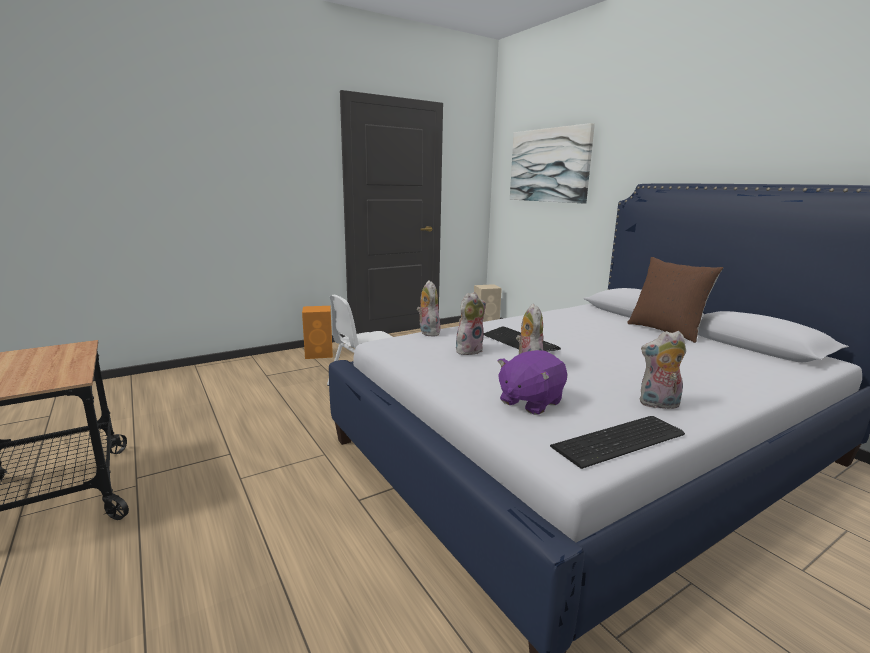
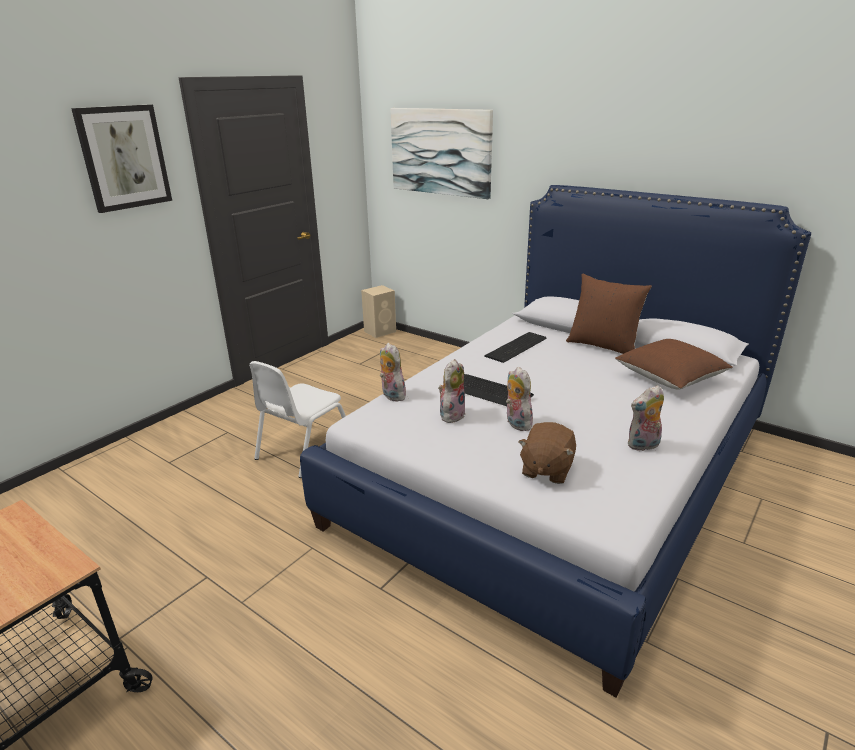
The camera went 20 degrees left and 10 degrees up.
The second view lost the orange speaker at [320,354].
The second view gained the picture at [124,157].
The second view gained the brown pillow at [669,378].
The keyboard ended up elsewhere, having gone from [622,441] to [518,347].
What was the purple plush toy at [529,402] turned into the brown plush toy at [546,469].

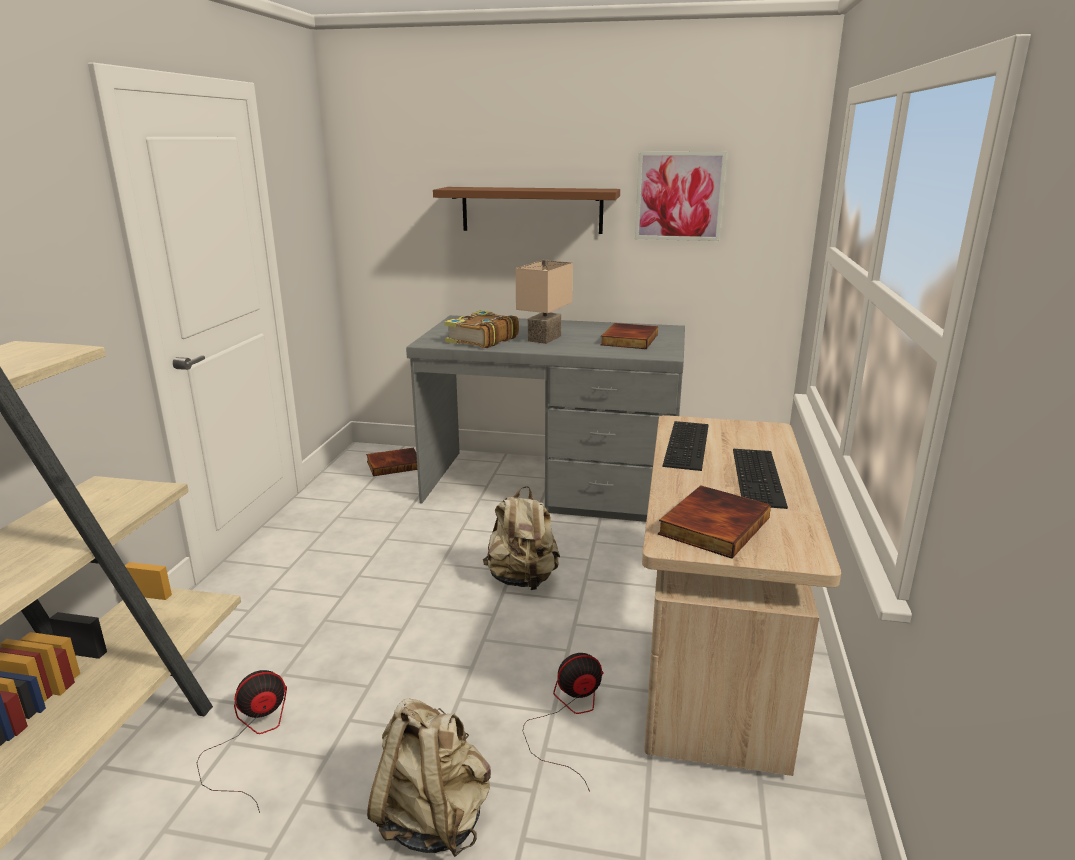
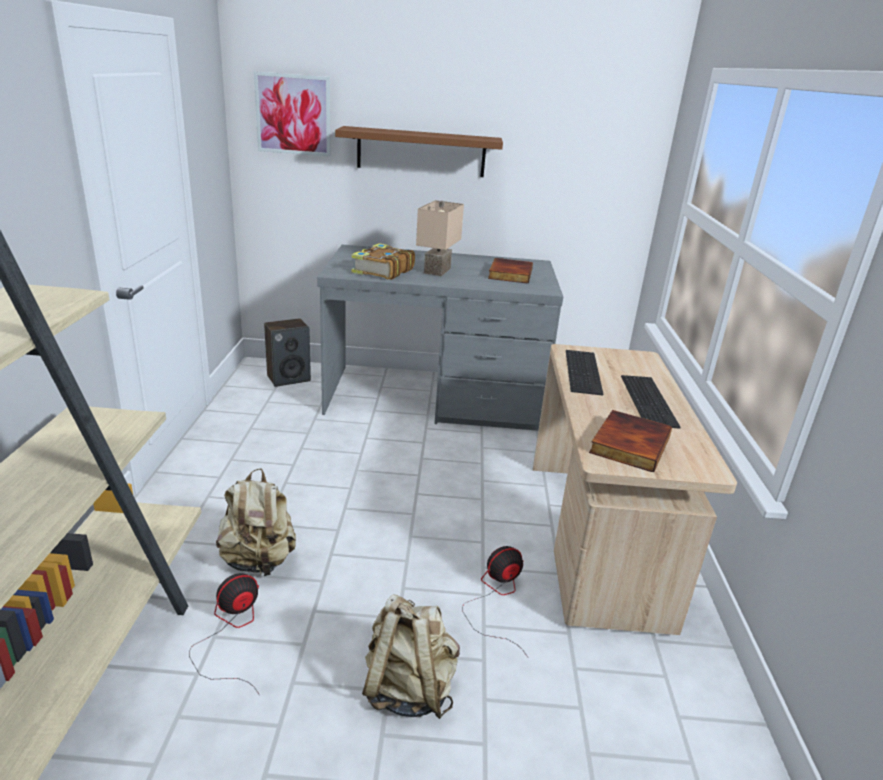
The camera went 10 degrees left and 5 degrees up.
The beige backpack ended up elsewhere, having gone from [522,579] to [259,561].
The picture ended up elsewhere, having gone from [679,196] to [293,114].
Where the book stood at [394,464], the speaker came to stand at [289,378].

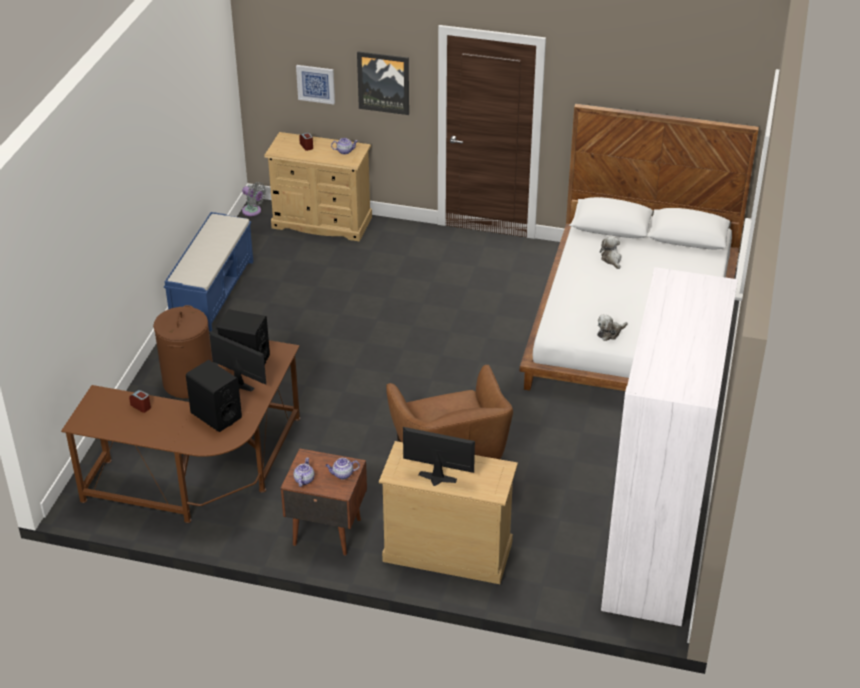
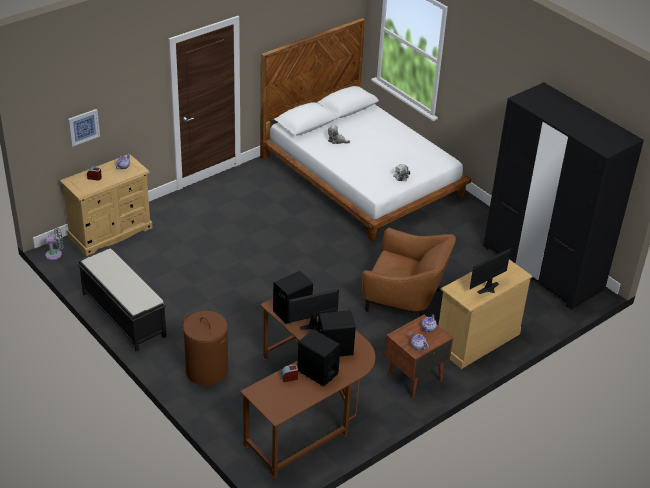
The camera went 55 degrees left and 0 degrees up.
The second view lost the picture at [383,82].
The second view gained the black speaker at [317,372].
What was the blue bench at [213,292] turned into the black bench at [123,314].
What was the white wardrobe at [653,549] turned into the black wardrobe at [542,267].

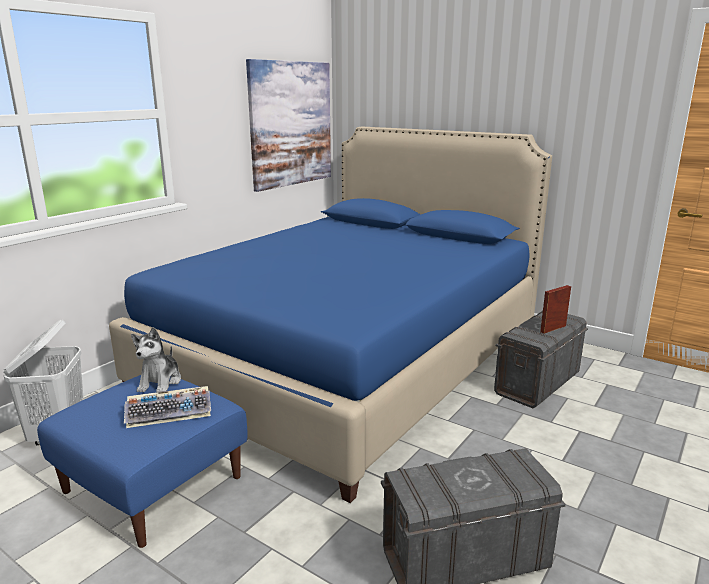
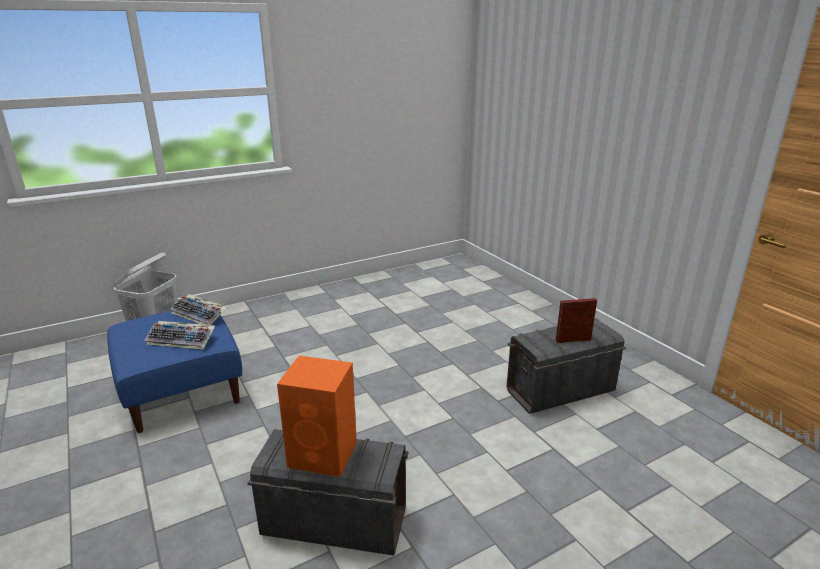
The camera went 25 degrees right and 5 degrees up.
The second view lost the blue bed at [349,359].
The second view lost the picture at [291,124].
The second view gained the orange speaker at [324,455].
Where the plush toy stood at [160,382], the keyboard came to stand at [200,314].

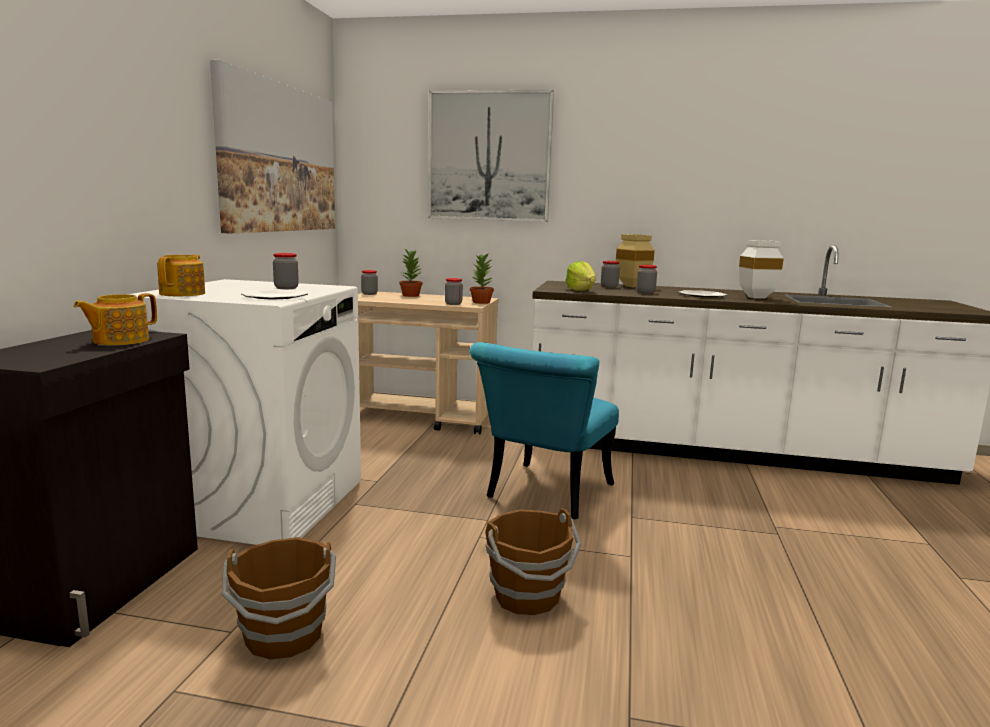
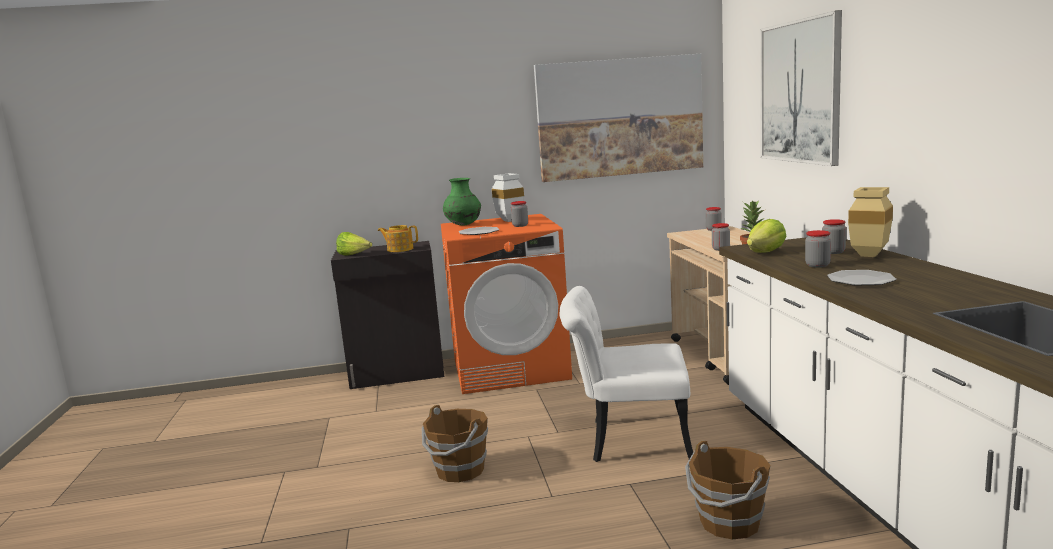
The camera went 70 degrees right and 0 degrees up.
The second view lost the potted plant at [410,295].
The second view gained the lettuce at [354,255].
The brown bucket ended up elsewhere, having gone from [284,637] to [728,523].
The white vase ended up elsewhere, having gone from [755,297] to [508,220].
Where the teapot stood at [183,293], the green vase came to stand at [463,225].
What was the white washing machine at [262,502] turned into the orange washing machine at [511,369].
What was the turquoise chair at [544,496] turned into the white chair at [627,440].

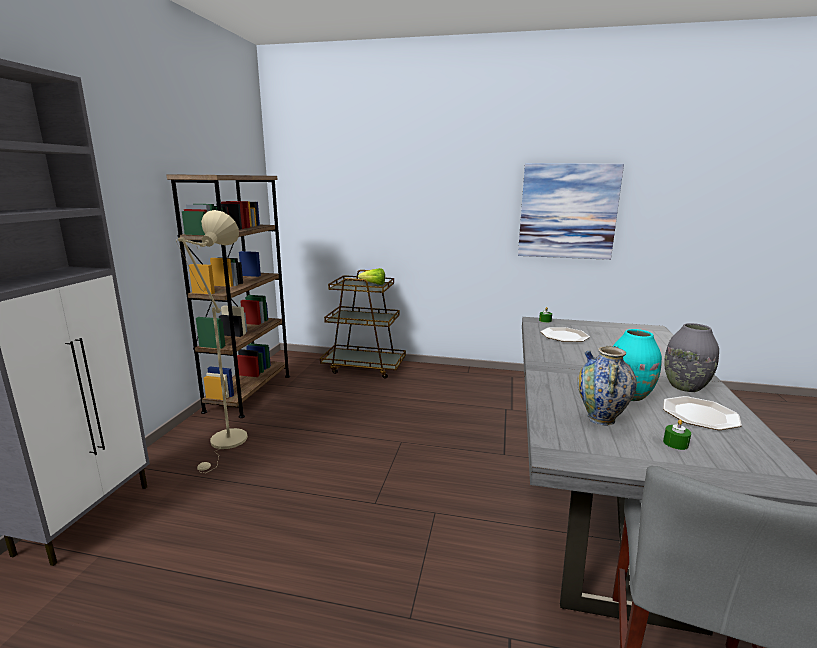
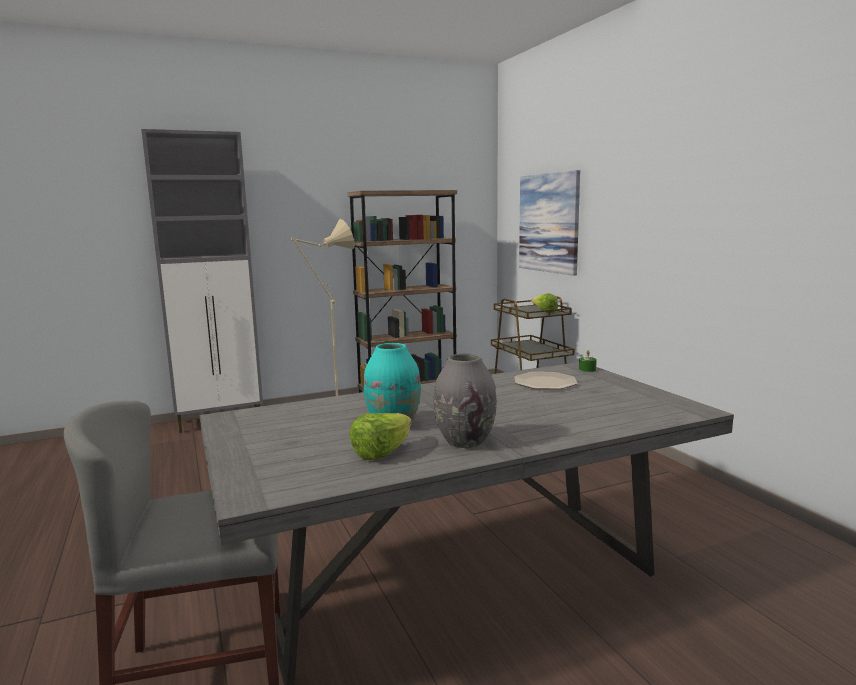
The camera went 55 degrees right and 5 degrees down.
The second view lost the vase at [601,419].
The second view lost the green candle at [675,443].
The picture ended up elsewhere, having gone from [567,211] to [548,223].
Where the plate stood at [700,415], the lettuce came to stand at [382,453].

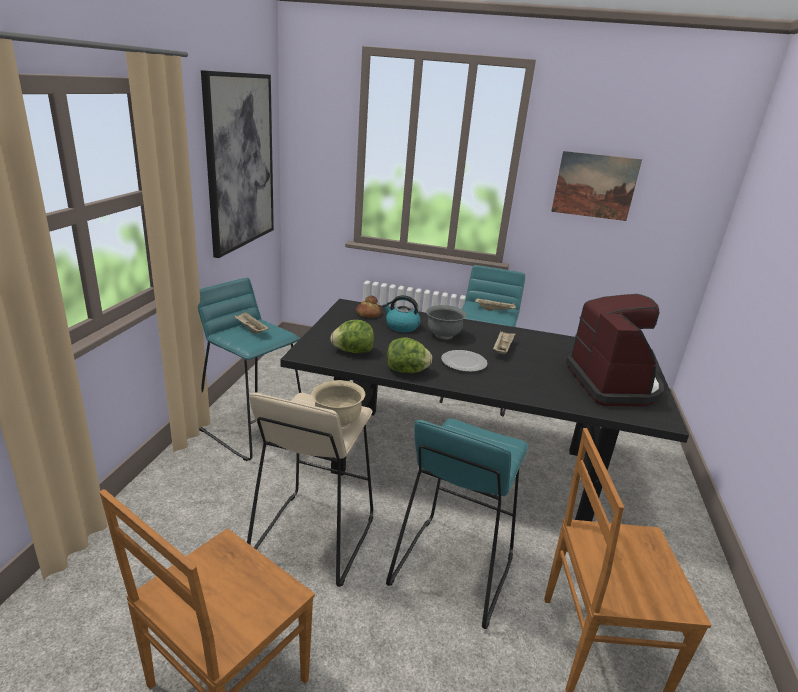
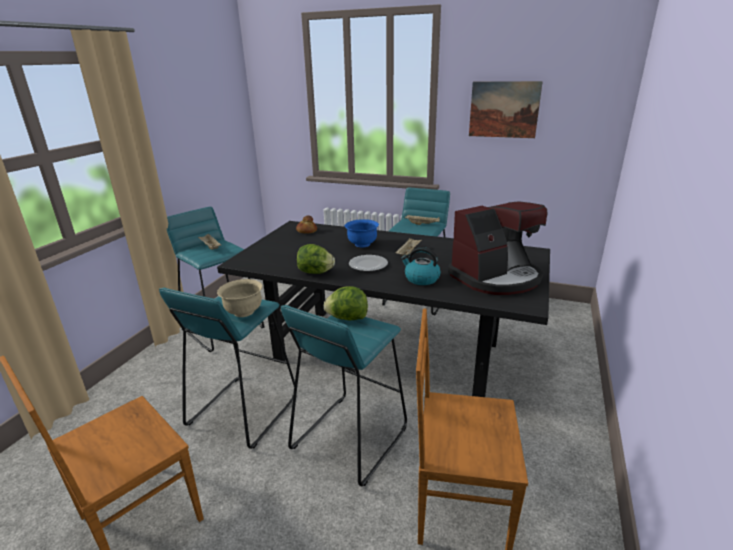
The camera went 10 degrees right and 0 degrees up.
The second view lost the picture at [240,162].
The lettuce ended up elsewhere, having gone from [352,351] to [347,318].
The kettle ended up elsewhere, having gone from [401,326] to [421,279].
What was the beige stool at [312,537] turned into the turquoise stool at [242,410].
What was the grey bowl at [443,335] turned into the blue bowl at [362,244].
The coffee machine at [613,384] ended up facing another way, 60 degrees clockwise from before.

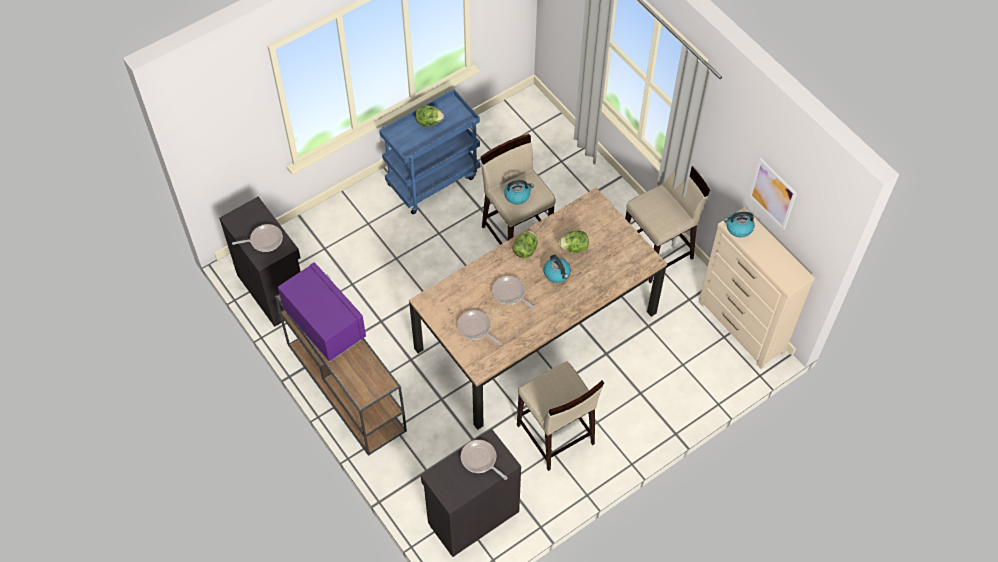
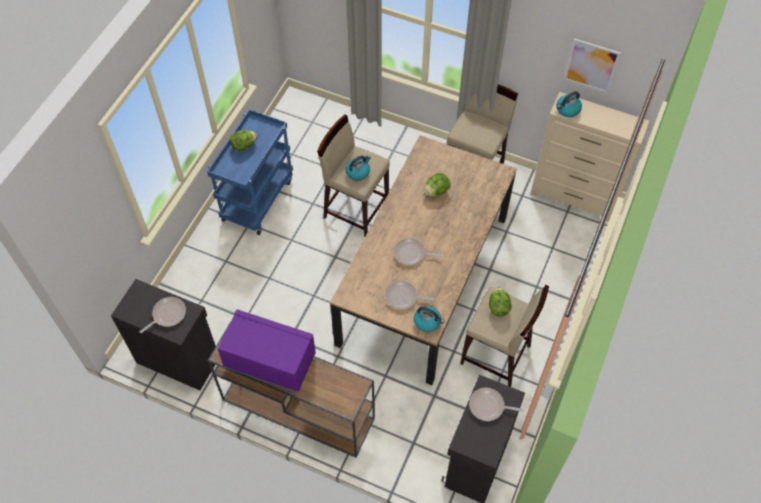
The camera went 30 degrees left and 0 degrees up.
The lettuce ended up elsewhere, having gone from [525,250] to [498,307].
The kettle ended up elsewhere, having gone from [557,273] to [427,322].

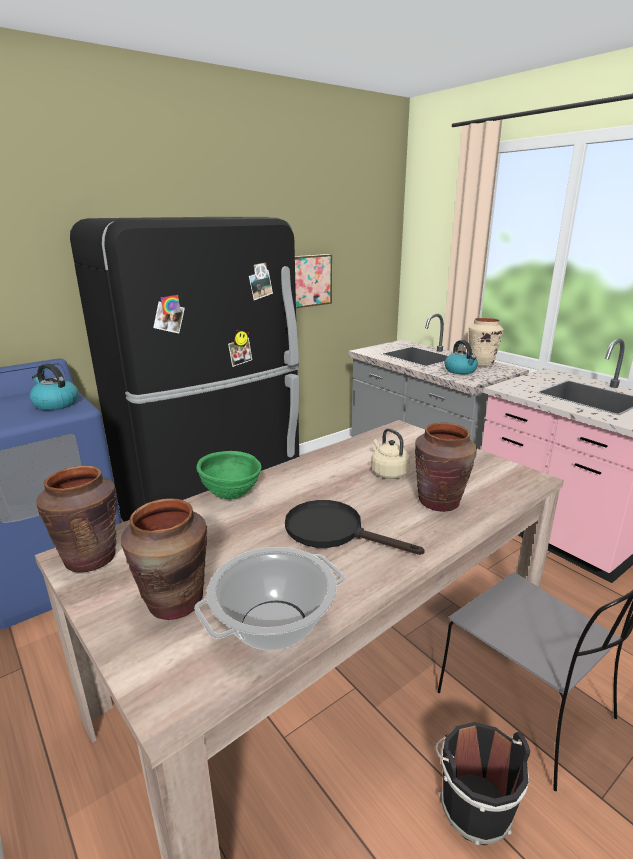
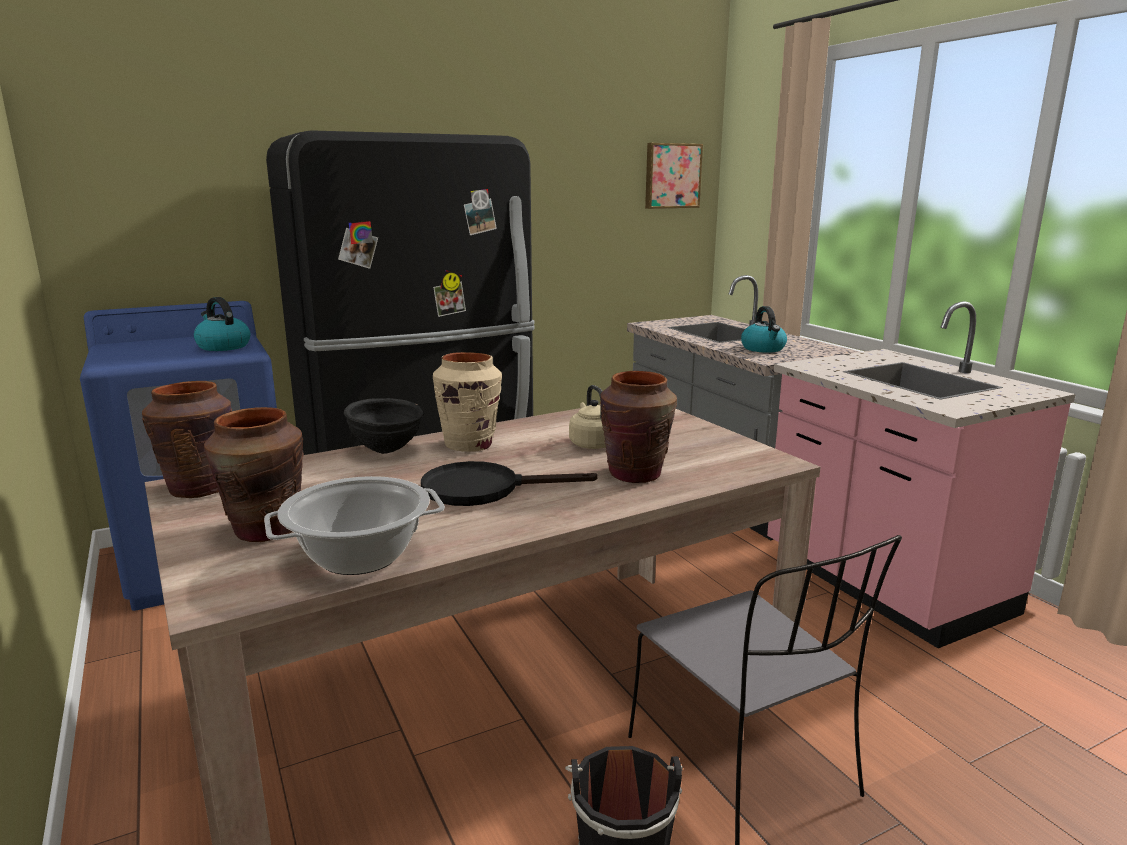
The camera went 10 degrees right and 5 degrees down.
The picture ended up elsewhere, having gone from [309,280] to [671,176].
The beige vase ended up elsewhere, having gone from [481,363] to [469,445].
What was the green bowl at [231,496] turned into the black bowl at [387,451].
The black frying pan at [334,531] ended up facing another way, 45 degrees counterclockwise from before.

